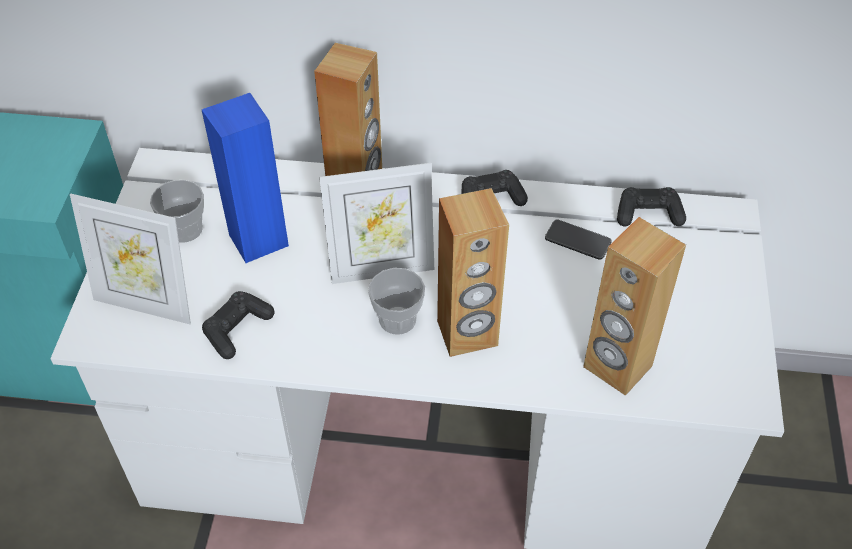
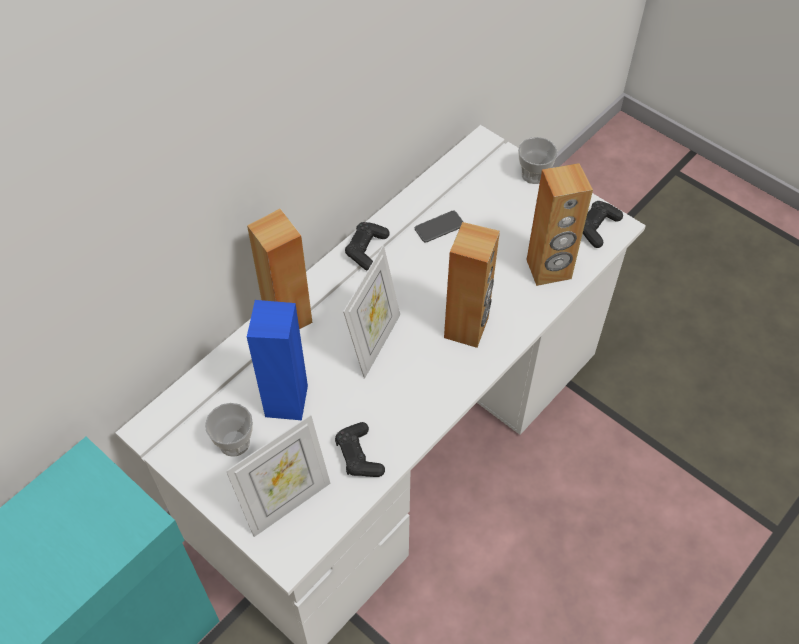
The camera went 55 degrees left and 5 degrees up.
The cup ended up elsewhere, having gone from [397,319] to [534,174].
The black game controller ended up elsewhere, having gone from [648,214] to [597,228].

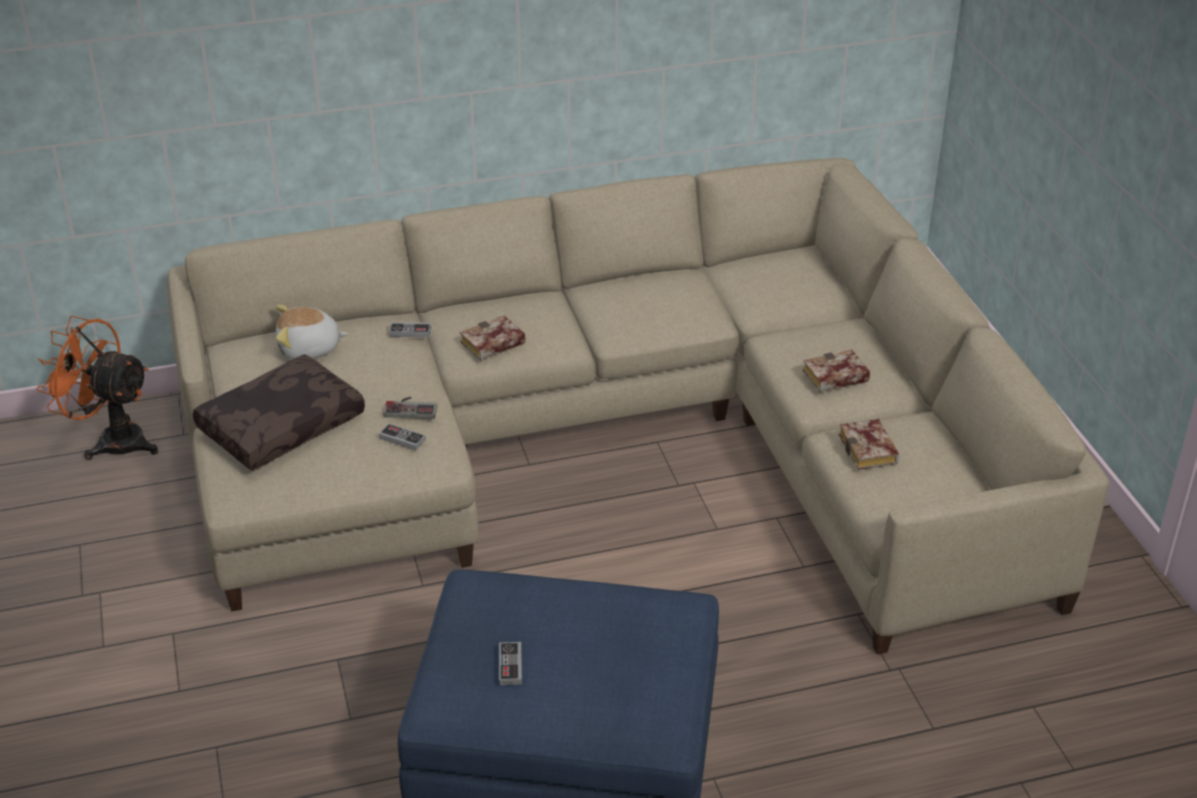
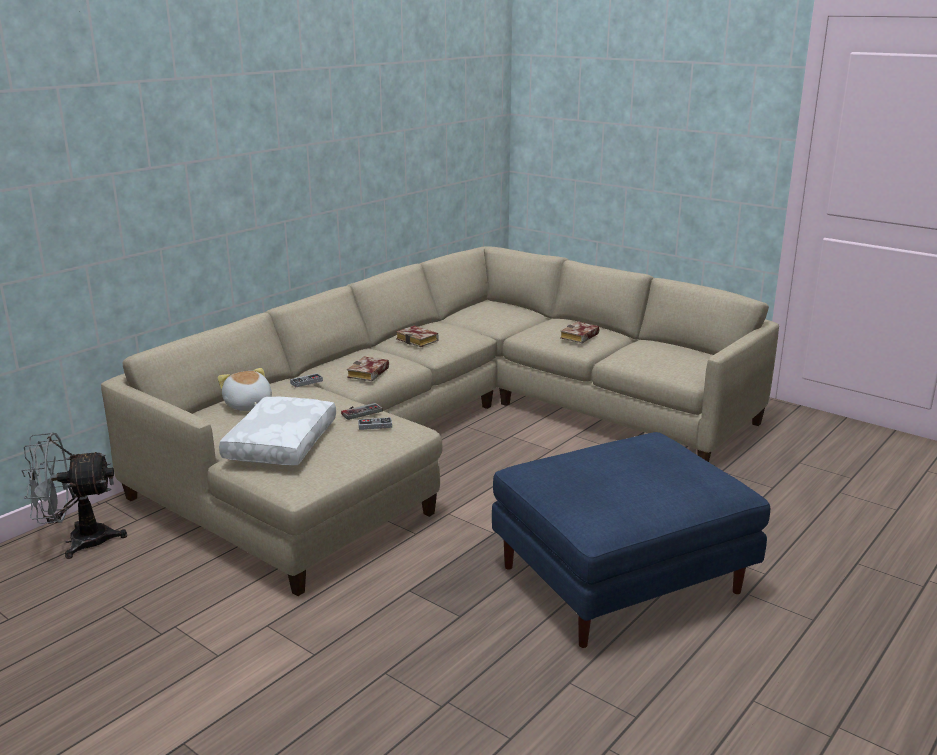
The camera went 35 degrees left and 15 degrees down.
The second view lost the game controller at [510,665].
The book ended up elsewhere, having gone from [870,451] to [419,340].
What was the orange fan at [112,440] turned into the grey fan at [78,541].
What was the brown pillow at [281,424] turned into the white pillow at [280,443].
The plush toy at [309,349] ended up facing another way, 105 degrees clockwise from before.

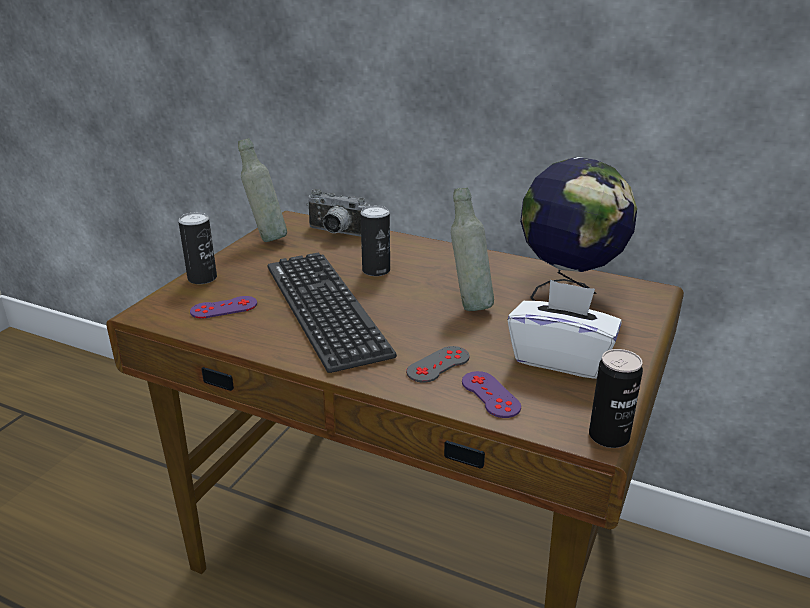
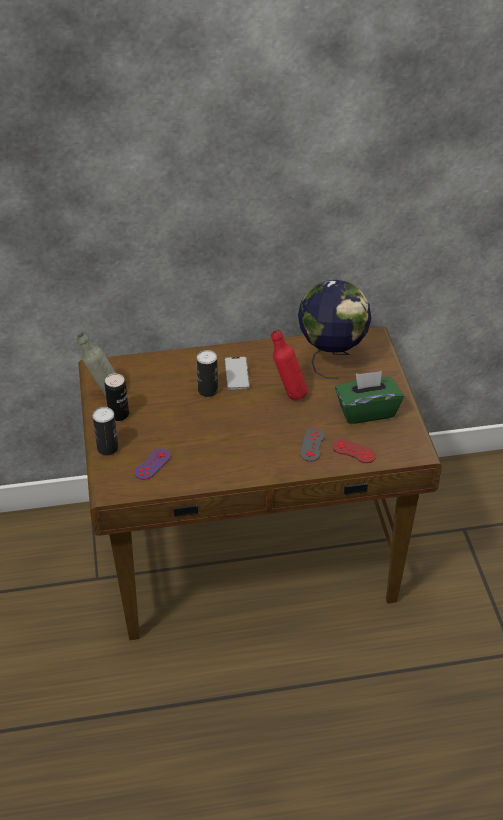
The camera went 35 degrees left and 15 degrees up.
The second view lost the keyboard at [325,309].
The second view lost the photo camera at [336,233].
The second view gained the phone at [236,374].
The can ended up elsewhere, having gone from [608,436] to [118,414].
What was the grey bottle at [469,305] turned into the red bottle at [288,394].
What was the purple game controller at [490,394] turned into the red game controller at [353,451].
What was the white tissue box at [561,358] turned into the green tissue box at [366,411].

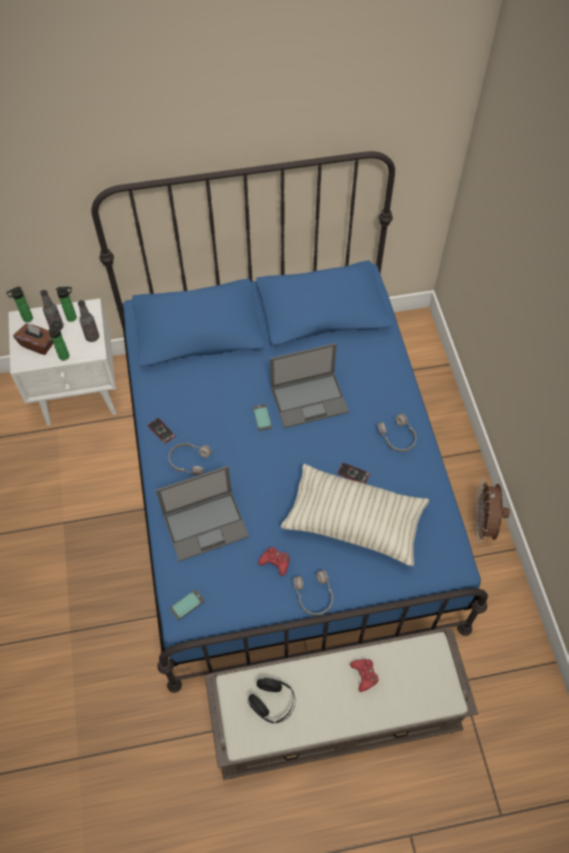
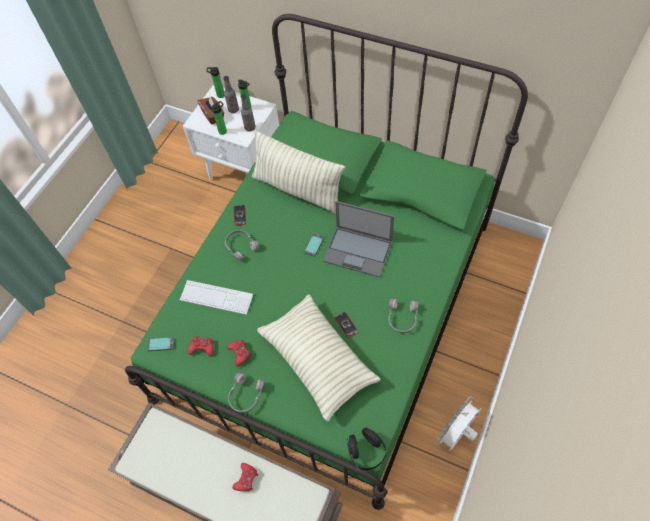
The camera went 40 degrees right and 0 degrees up.
The second view gained the red game controller at [202,347].
The second view gained the pillow at [298,190].
The black headphones ended up elsewhere, having gone from [272,703] to [366,452].
Where the laptop stood at [206,525], the keyboard came to stand at [216,297].
What was the blue bed at [284,483] turned into the green bed at [330,308].
What was the brown fan at [483,524] turned into the white fan at [456,434].

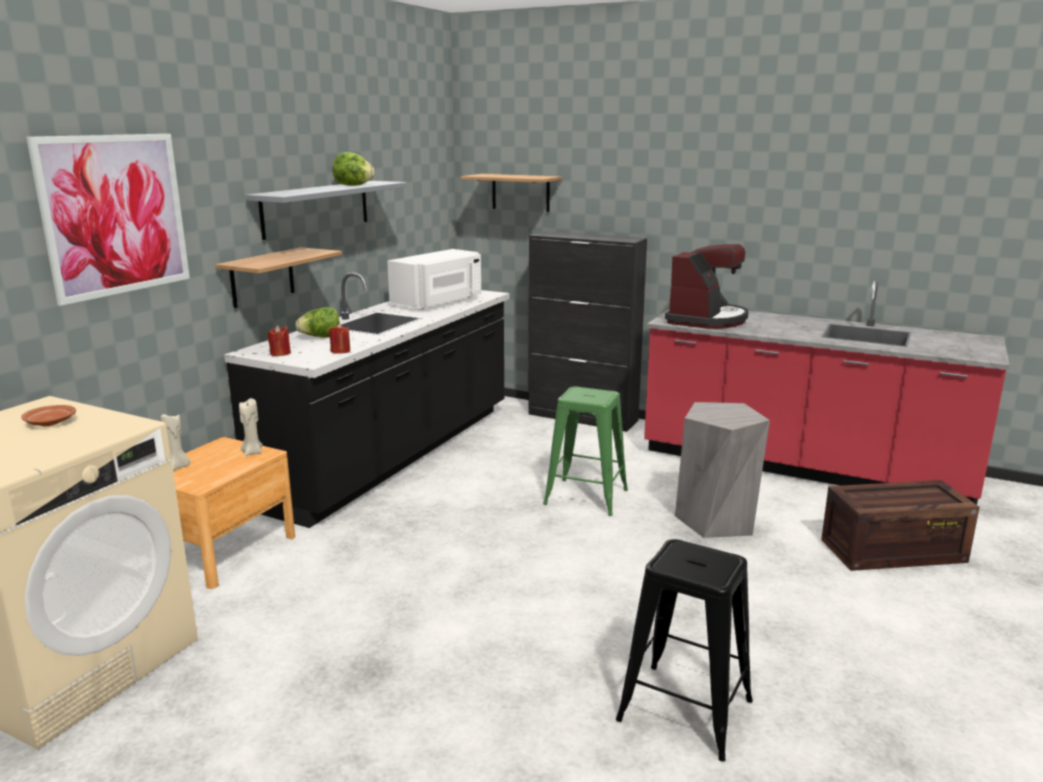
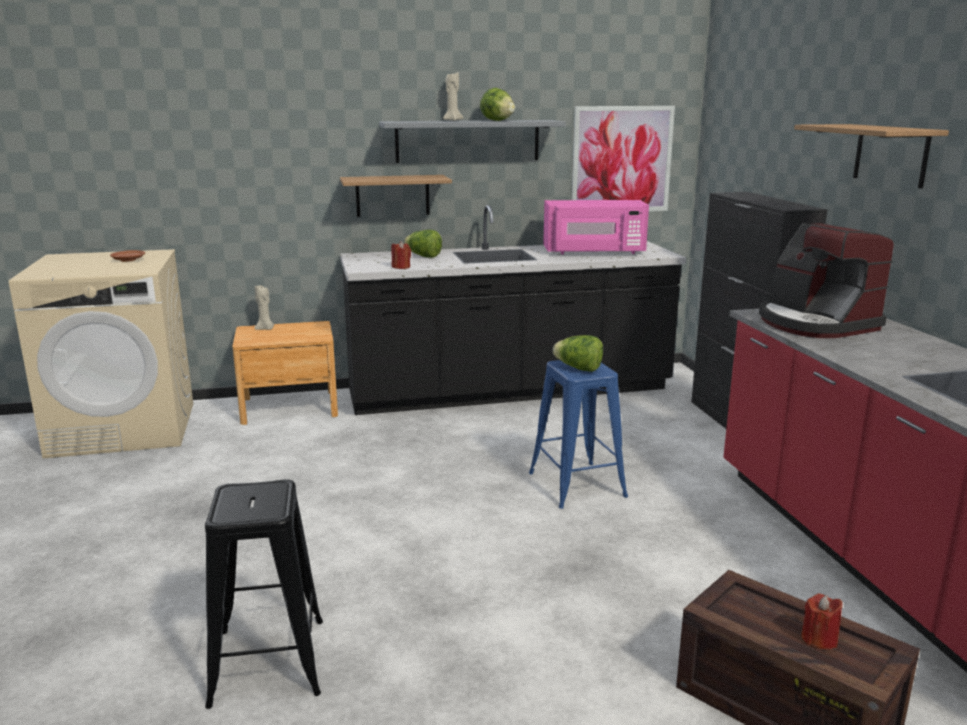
The camera went 50 degrees right and 0 degrees up.
The second view lost the grey stool at [716,520].
The second view gained the lettuce at [578,369].
The picture ended up elsewhere, having gone from [115,215] to [621,160].
The beige candle ended up elsewhere, having gone from [252,452] to [452,120].
The red candle ended up elsewhere, having gone from [280,353] to [819,639].
The shelf ended up elsewhere, having gone from [520,192] to [891,155].
What was the white microwave at [439,302] turned into the pink microwave at [594,252].
What was the green stool at [586,497] turned into the blue stool at [576,485].
The coffee machine at [707,319] ended up facing another way, 75 degrees clockwise from before.

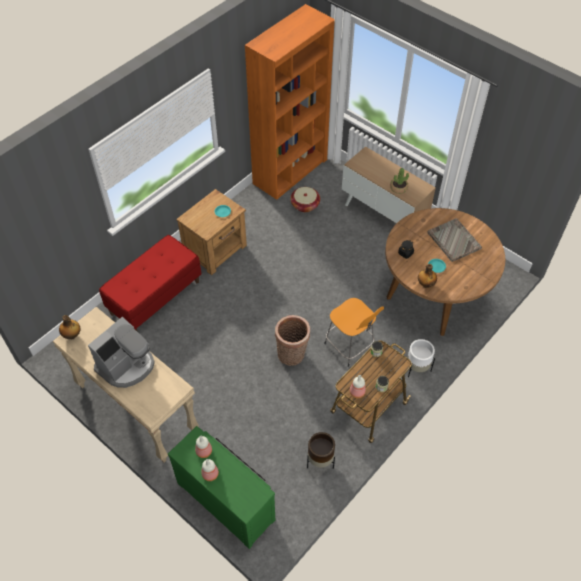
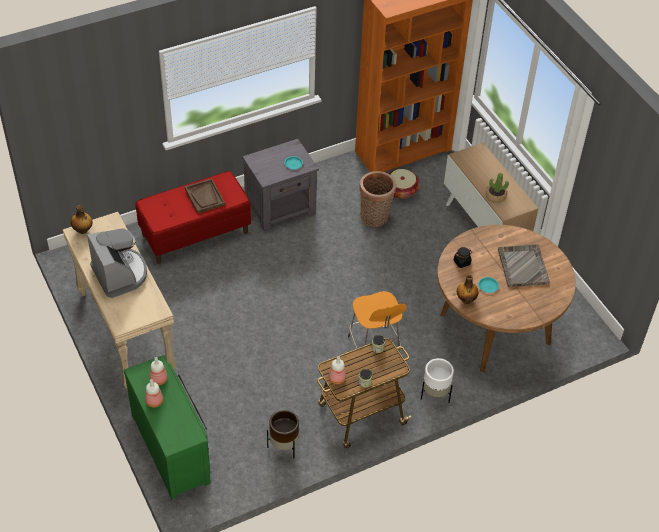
The camera went 20 degrees right and 5 degrees down.
The second view gained the brown tray at [205,197].
The basket ended up elsewhere, having gone from [292,355] to [375,218].
What was the brown nightstand at [216,250] turned into the grey nightstand at [281,207].
The coffee machine at [127,365] ended up facing another way, 90 degrees counterclockwise from before.

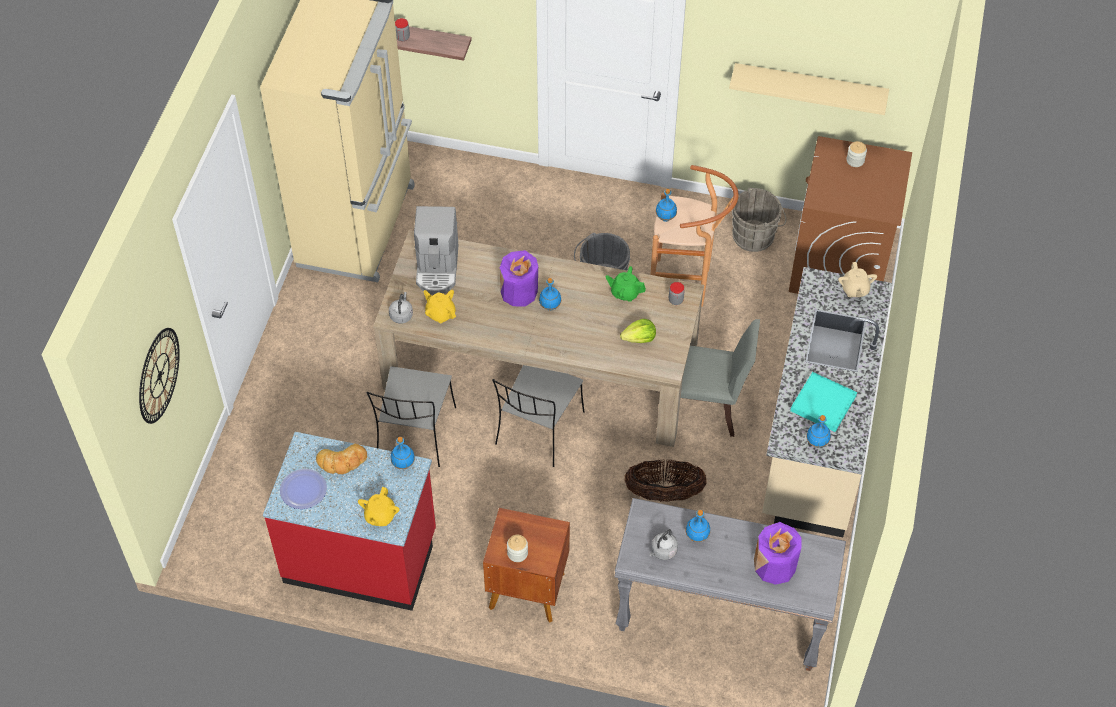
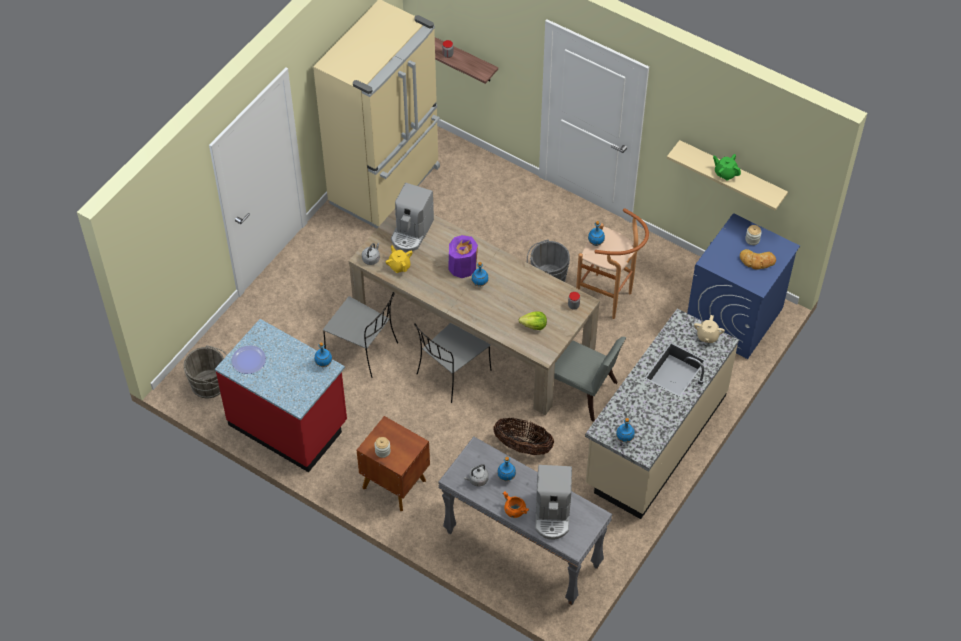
The camera went 20 degrees right and 0 degrees up.
The second view lost the wall clock at [159,375].
The second view lost the yellow teapot at [380,516].
The second view lost the turquoise tray at [823,403].
The second view gained the orange cooking pot at [514,510].
The bread ended up elsewhere, having gone from [342,461] to [757,261].
The green teapot ended up elsewhere, having gone from [625,293] to [725,173].
The grey bucket ended up elsewhere, having gone from [756,235] to [211,384].
Where the purple vase stood at [775,565], the coffee machine came to stand at [552,514].
What was the brown washing machine at [839,265] turned into the blue washing machine at [734,318].
The grey chair at [415,434] ended up facing another way, 90 degrees counterclockwise from before.

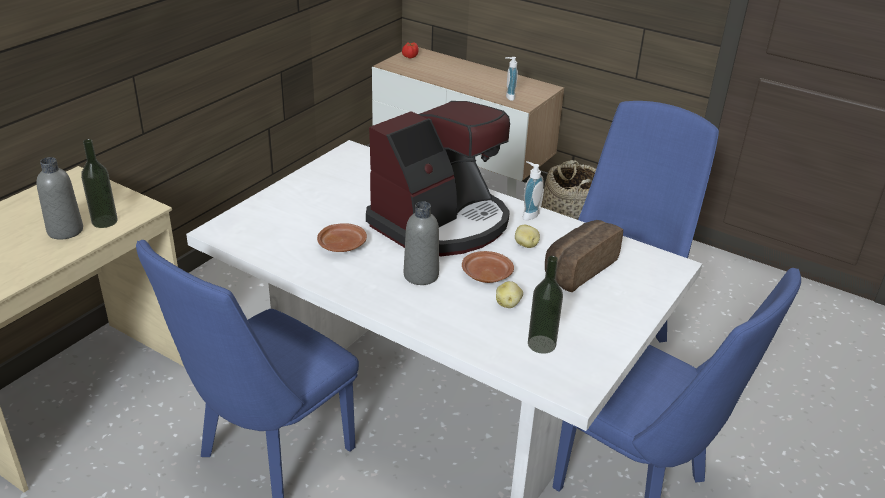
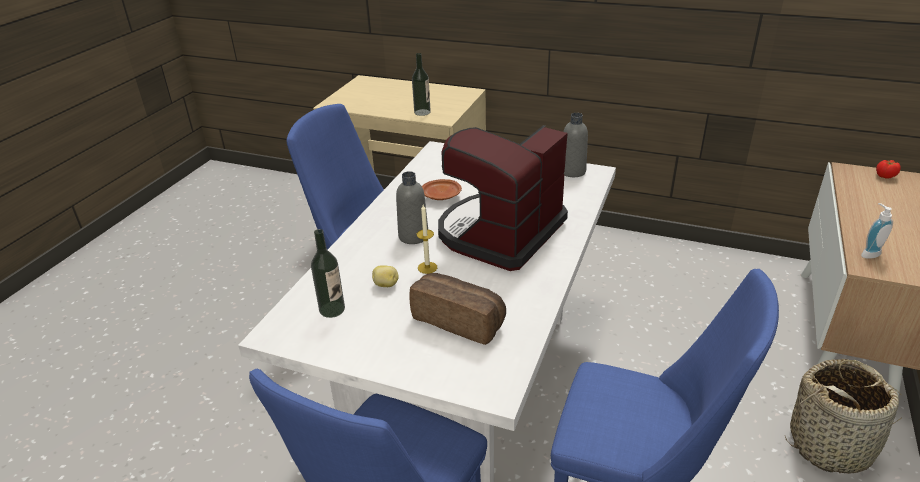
The camera went 80 degrees right and 0 degrees up.
The second view lost the potato at [526,245].
The second view lost the soap dispenser at [528,214].
The grey bottle ended up elsewhere, having gone from [65,231] to [572,171].
Where the brown plate stood at [486,274], the candle came to stand at [427,267].
The coffee machine at [441,223] ended up facing another way, 90 degrees clockwise from before.

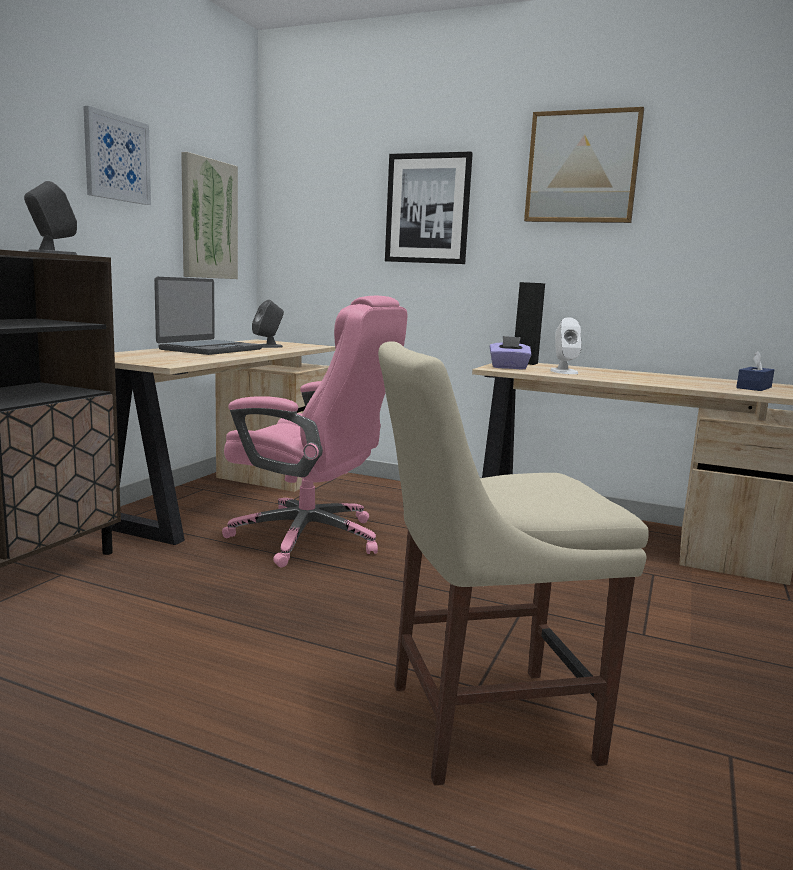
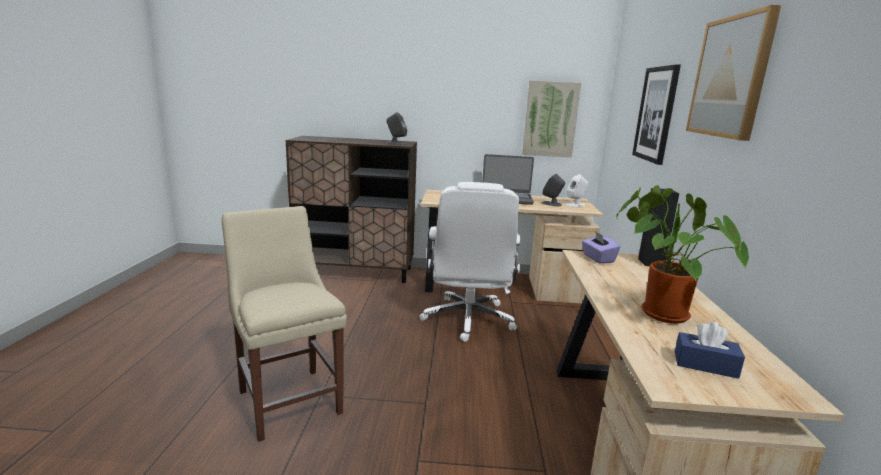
The camera went 70 degrees right and 5 degrees up.
The second view lost the picture at [116,158].
The second view gained the potted plant at [658,313].
The white speaker ended up elsewhere, having gone from [563,371] to [575,205].
What was the pink office chair at [311,538] turned into the white office chair at [468,319].

